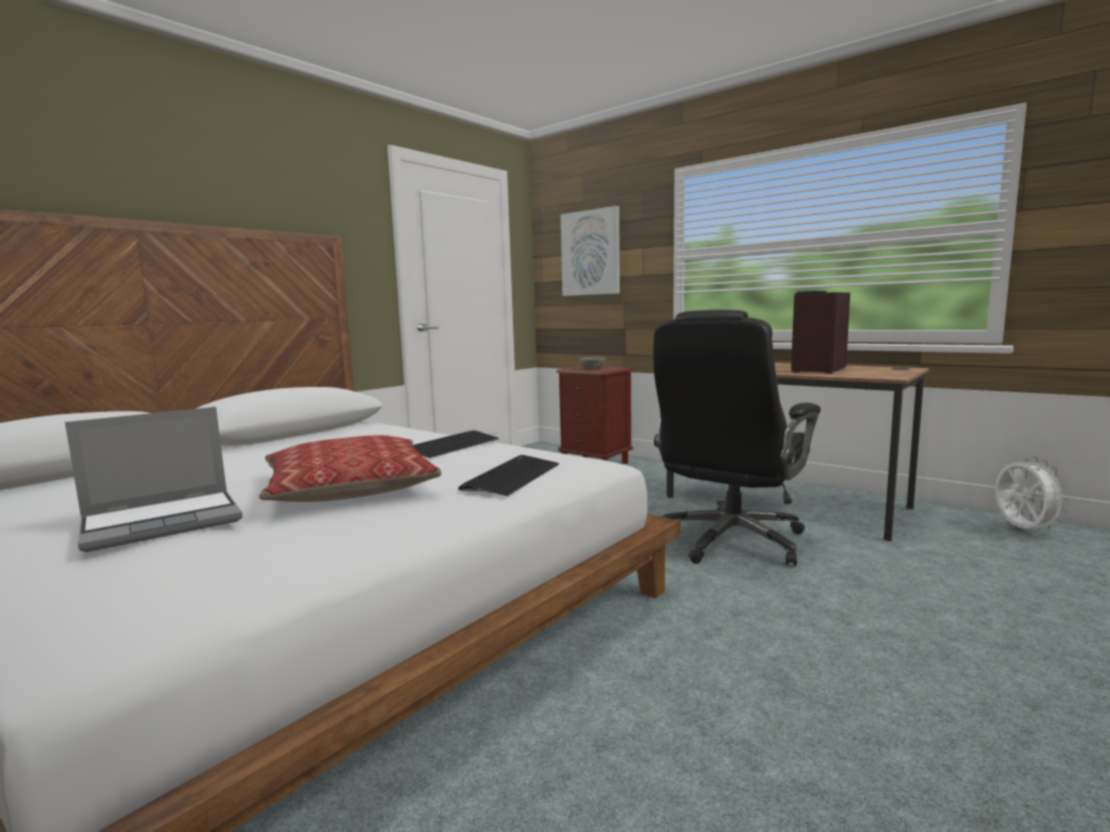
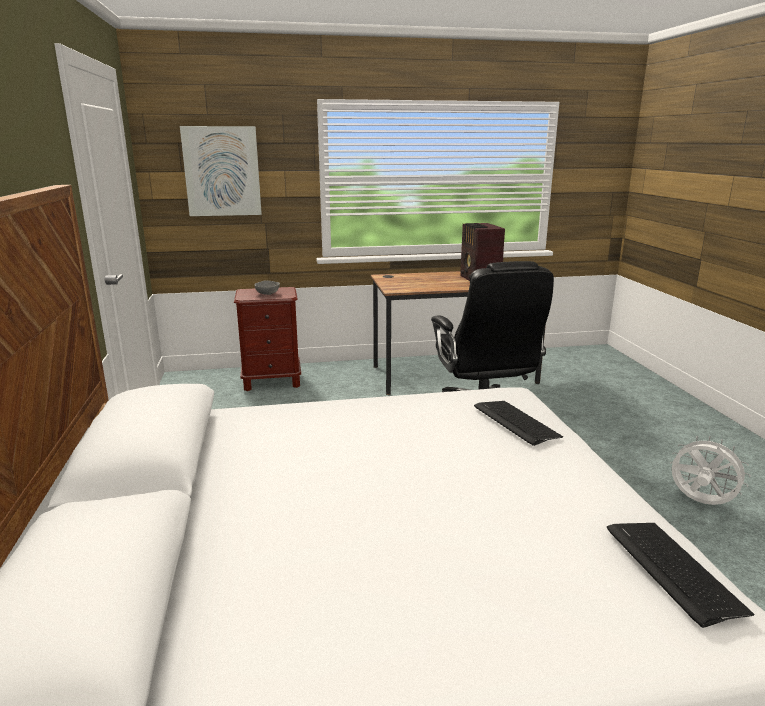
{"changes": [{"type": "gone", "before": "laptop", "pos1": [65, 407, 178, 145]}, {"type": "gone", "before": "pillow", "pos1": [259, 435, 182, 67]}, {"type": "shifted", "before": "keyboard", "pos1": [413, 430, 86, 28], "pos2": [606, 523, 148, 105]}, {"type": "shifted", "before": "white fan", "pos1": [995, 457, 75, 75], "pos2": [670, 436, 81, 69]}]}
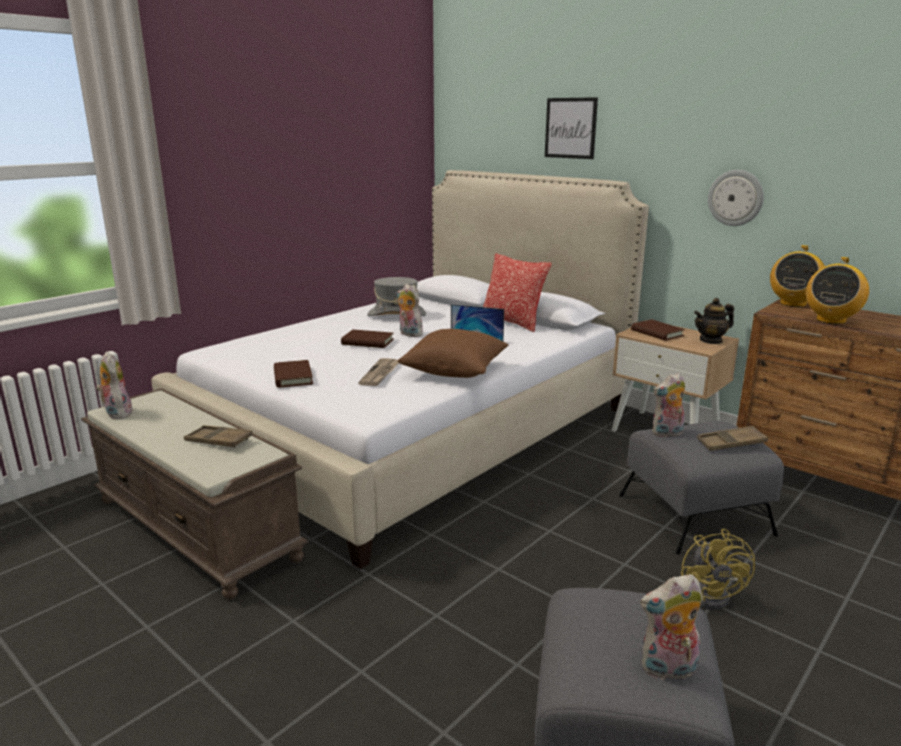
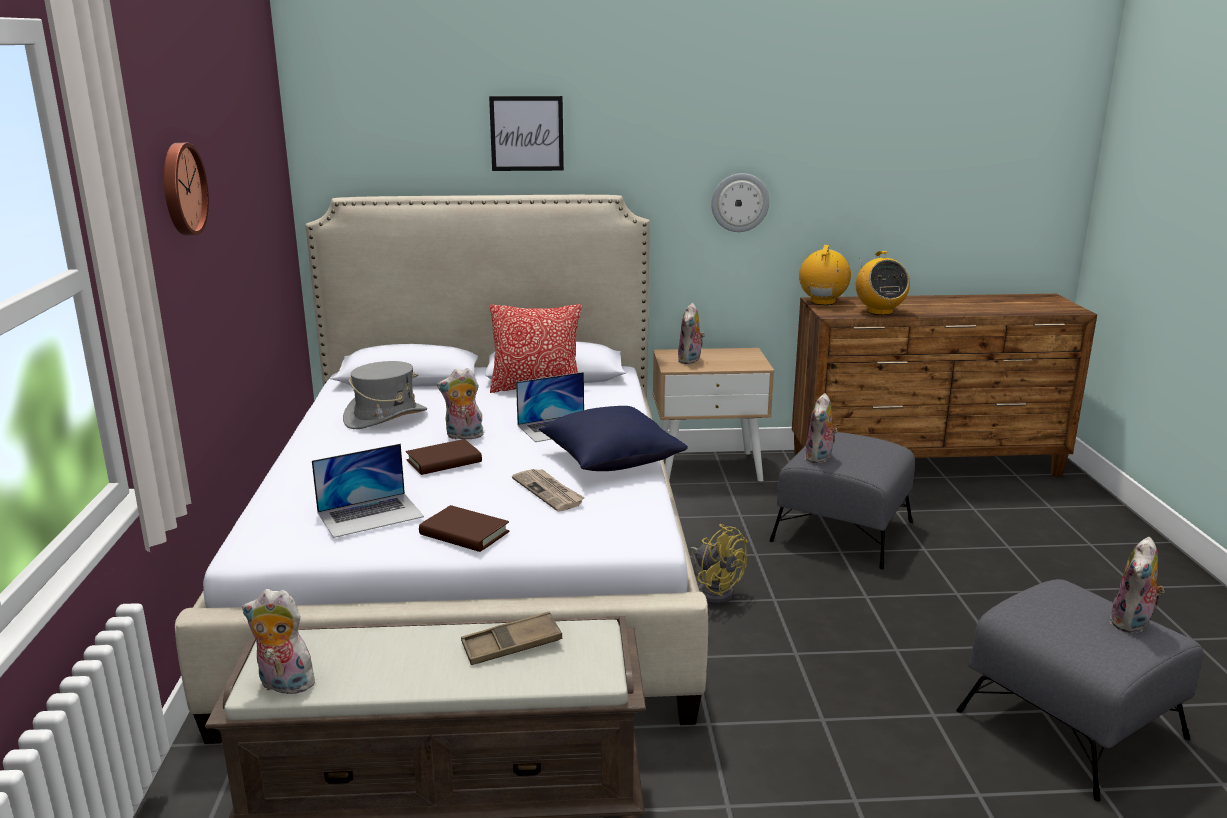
{"changes": [{"type": "repainted", "before": "brown pillow", "after": "blue pillow", "pos1": [398, 329, 111, 49], "pos2": [539, 406, 149, 65]}, {"type": "swapped", "before": "brown book", "after": "plush toy", "pos1": [631, 319, 54, 22], "pos2": [678, 303, 27, 61]}, {"type": "shifted", "before": "yellow fan", "pos1": [681, 528, 74, 82], "pos2": [690, 524, 58, 80]}, {"type": "gone", "before": "teapot", "pos1": [694, 298, 40, 46]}, {"type": "gone", "before": "brown tray", "pos1": [697, 426, 71, 25]}, {"type": "rotated", "before": "radio", "pos1": [770, 245, 55, 62], "pos2": [799, 245, 52, 60], "turn": -150}, {"type": "new", "after": "wall clock", "pos2": [164, 143, 45, 92]}, {"type": "new", "after": "laptop", "pos2": [312, 443, 112, 95]}]}
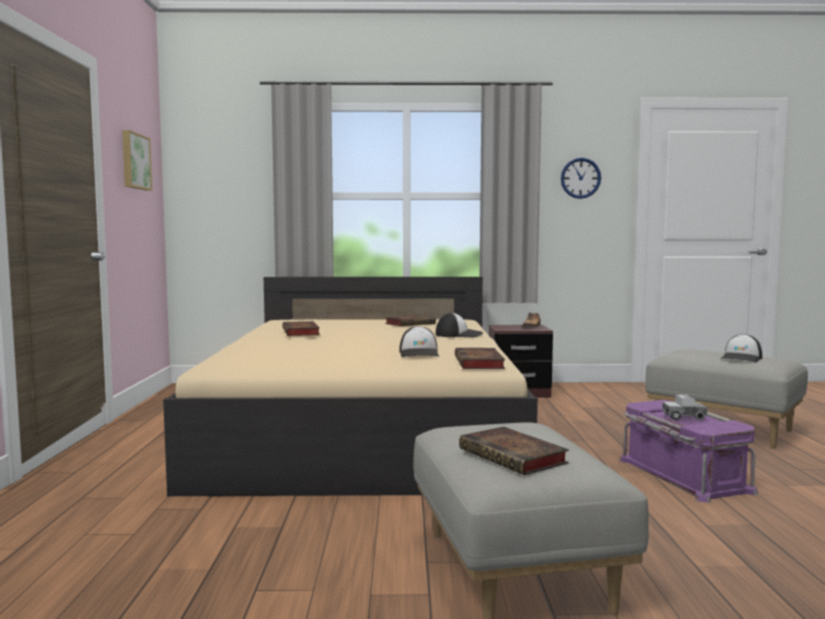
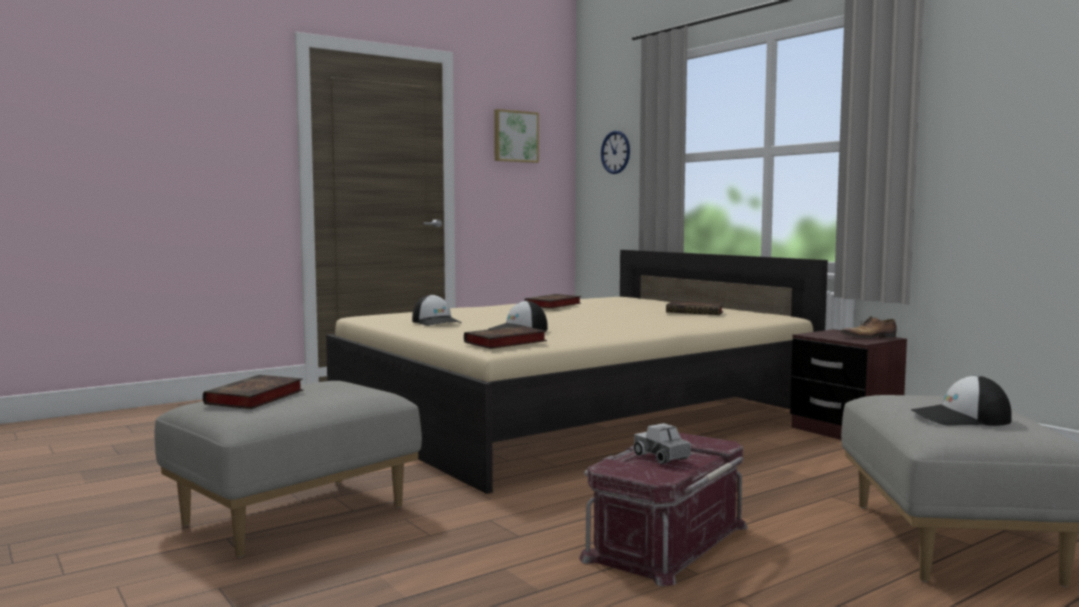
{"changes": [{"type": "shifted", "before": "cap", "pos1": [436, 313, 47, 24], "pos2": [412, 294, 50, 32]}, {"type": "shifted", "before": "wall clock", "pos1": [561, 158, 40, 41], "pos2": [601, 131, 29, 43]}, {"type": "repainted", "before": "purple storage box", "after": "red storage box", "pos1": [619, 400, 139, 103], "pos2": [579, 433, 169, 153]}]}
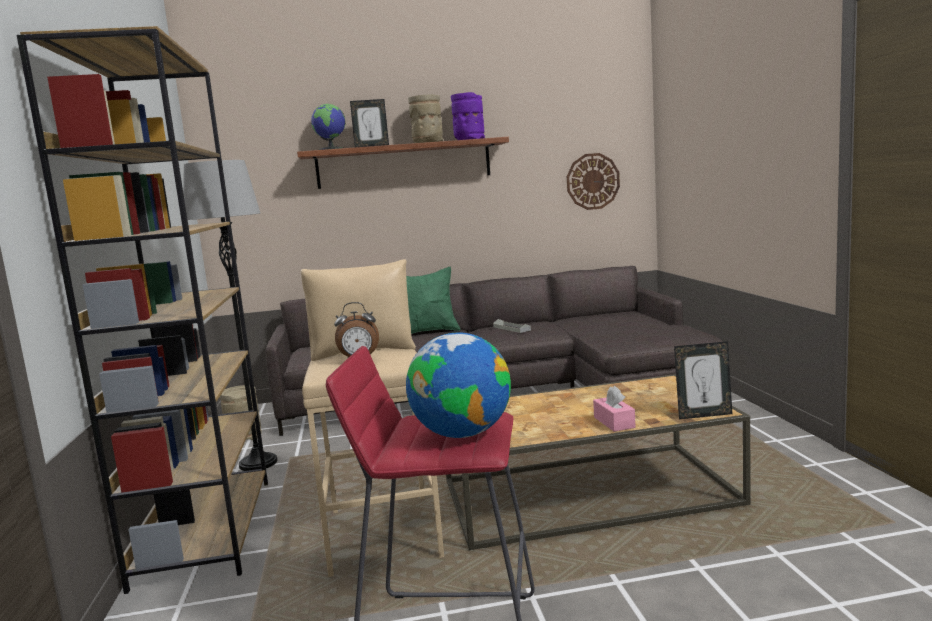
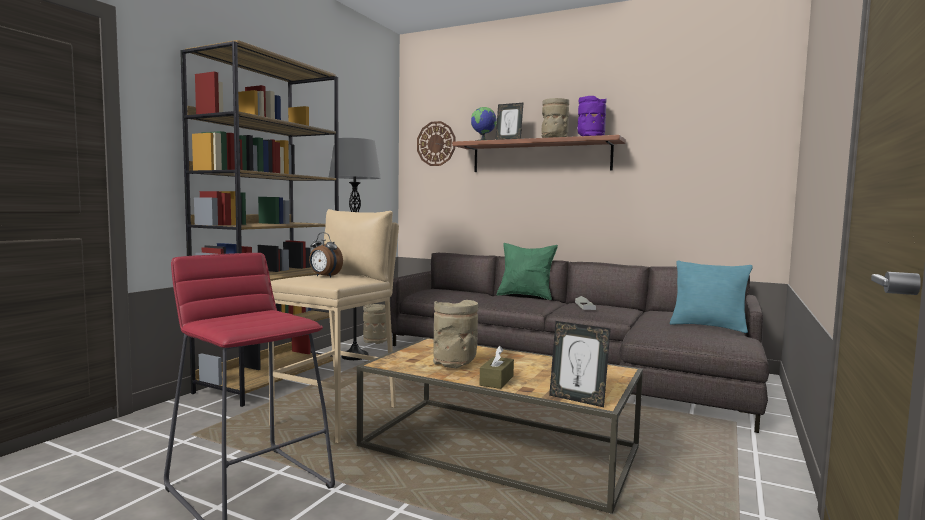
{"changes": [{"type": "gone", "before": "globe", "pos1": [406, 332, 105, 106]}, {"type": "shifted", "before": "wall clock", "pos1": [567, 153, 53, 57], "pos2": [417, 121, 38, 45]}, {"type": "repainted", "before": "pink tissue box", "after": "brown tissue box", "pos1": [593, 386, 43, 46], "pos2": [479, 346, 35, 43]}, {"type": "new", "after": "beige vase", "pos2": [433, 300, 45, 68]}, {"type": "new", "after": "turquoise pillow", "pos2": [670, 261, 83, 72]}]}
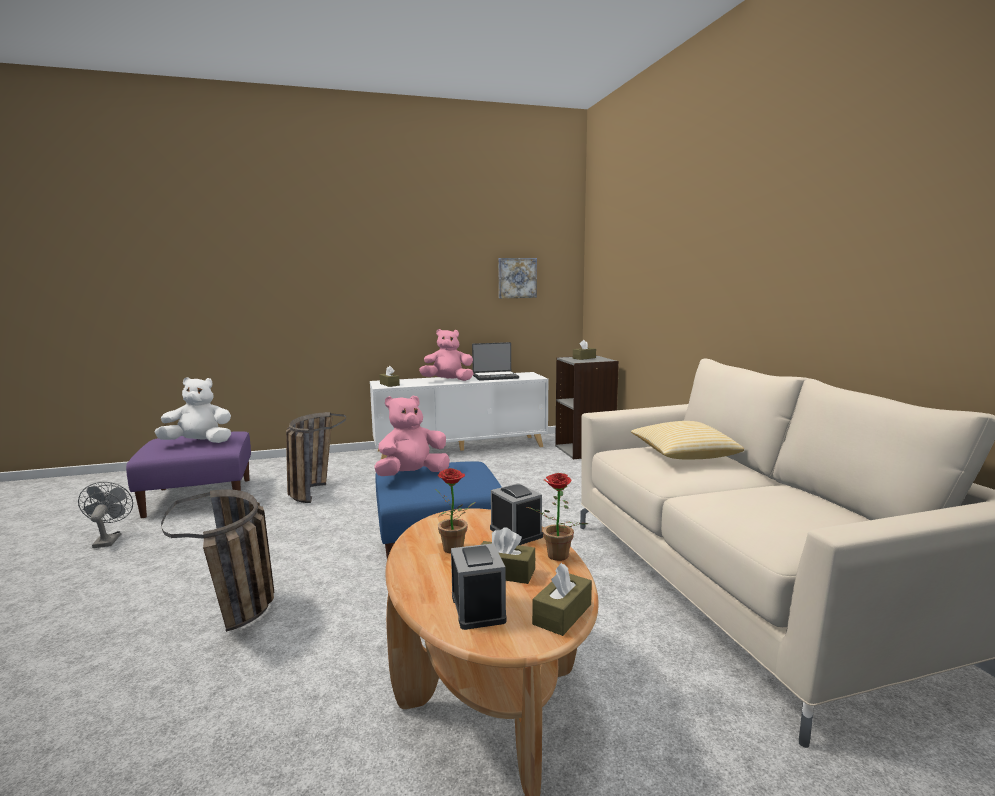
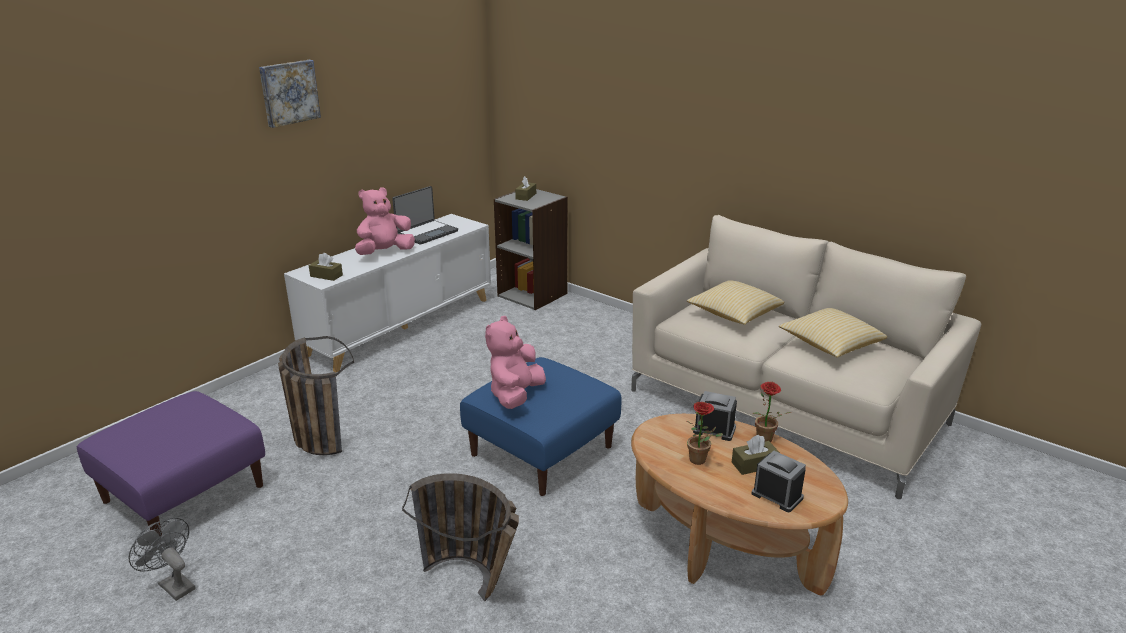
{"changes": [{"type": "gone", "before": "white plush toy", "pos1": [154, 377, 77, 66]}, {"type": "shifted", "before": "picture", "pos1": [498, 258, 39, 40], "pos2": [259, 60, 62, 68]}, {"type": "gone", "before": "brown tissue box", "pos1": [532, 563, 60, 73]}, {"type": "new", "after": "pillow", "pos2": [779, 308, 108, 50]}]}
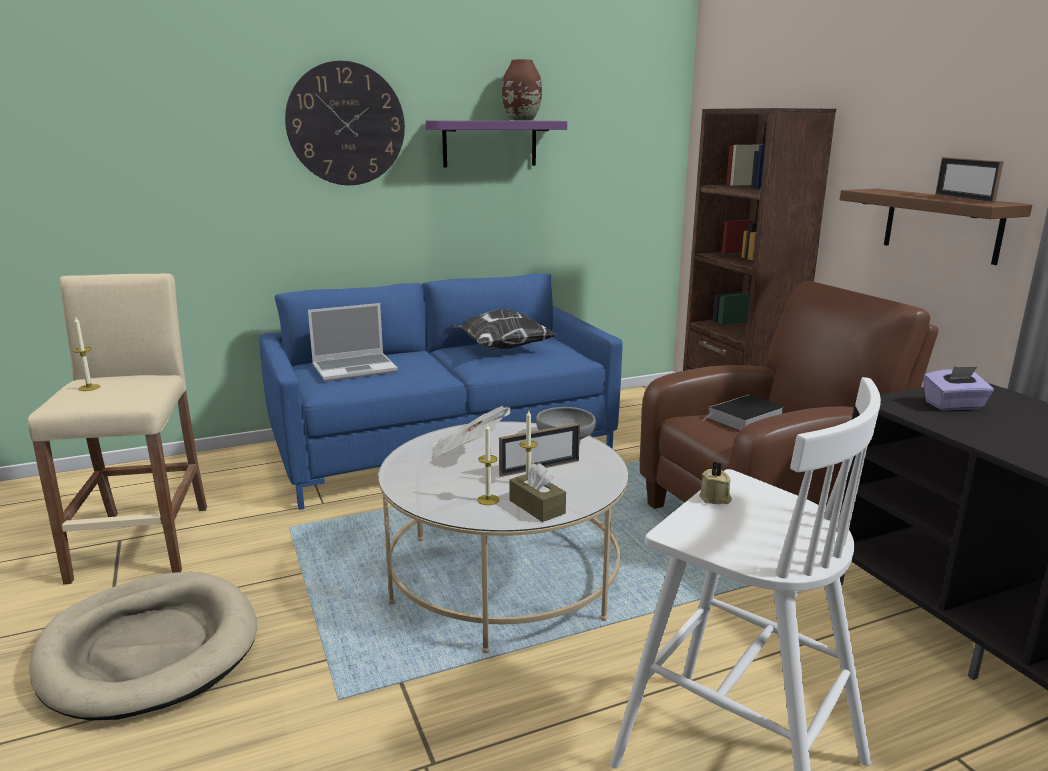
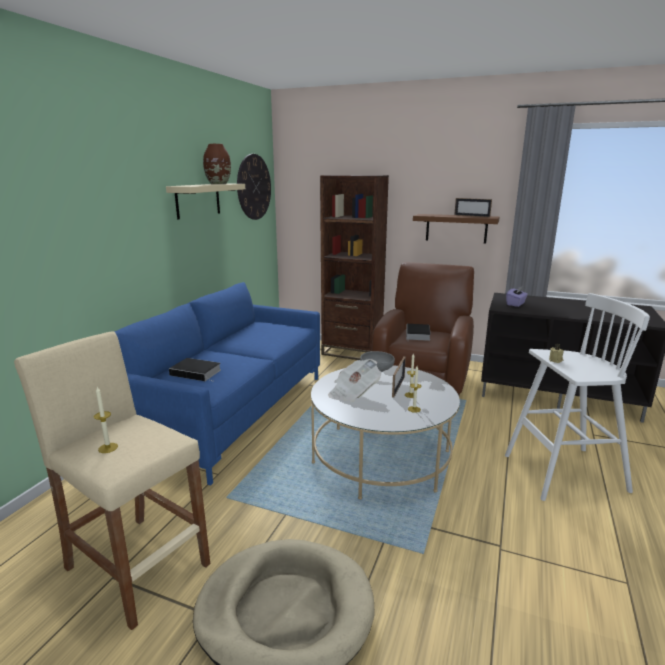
{"changes": [{"type": "shifted", "before": "wall clock", "pos1": [285, 61, 120, 124], "pos2": [237, 154, 34, 66]}, {"type": "swapped", "before": "laptop", "after": "book", "pos1": [308, 303, 90, 79], "pos2": [169, 358, 52, 23]}, {"type": "repainted", "before": "purple shelf", "after": "beige shelf", "pos1": [426, 121, 141, 47], "pos2": [166, 184, 79, 35]}, {"type": "gone", "before": "pillow", "pos1": [449, 309, 108, 40]}, {"type": "gone", "before": "brown tissue box", "pos1": [509, 463, 57, 59]}]}
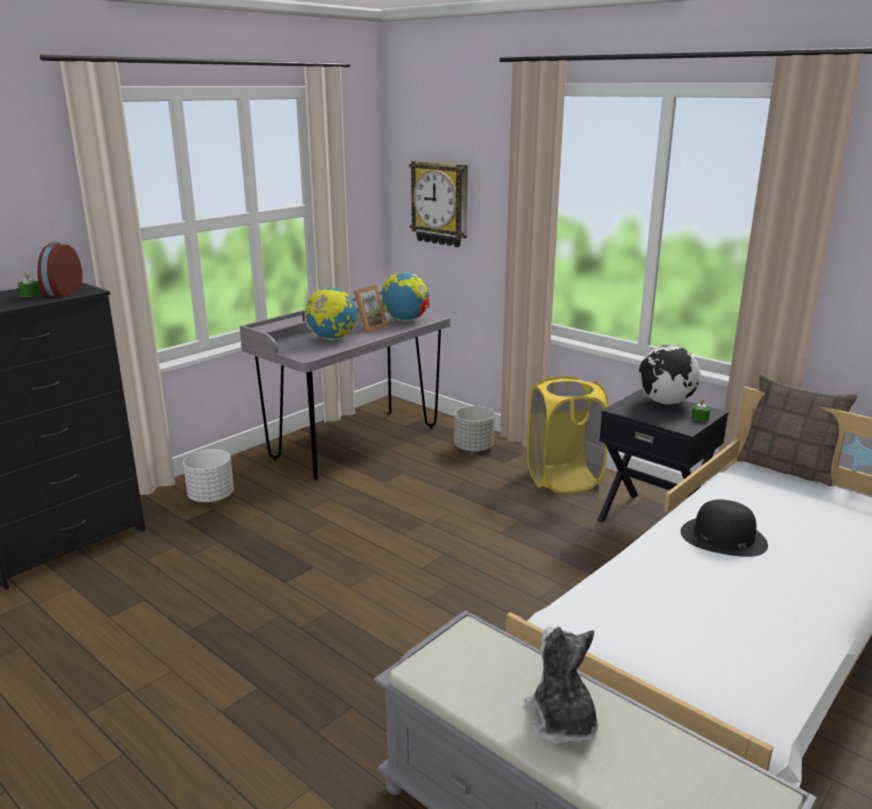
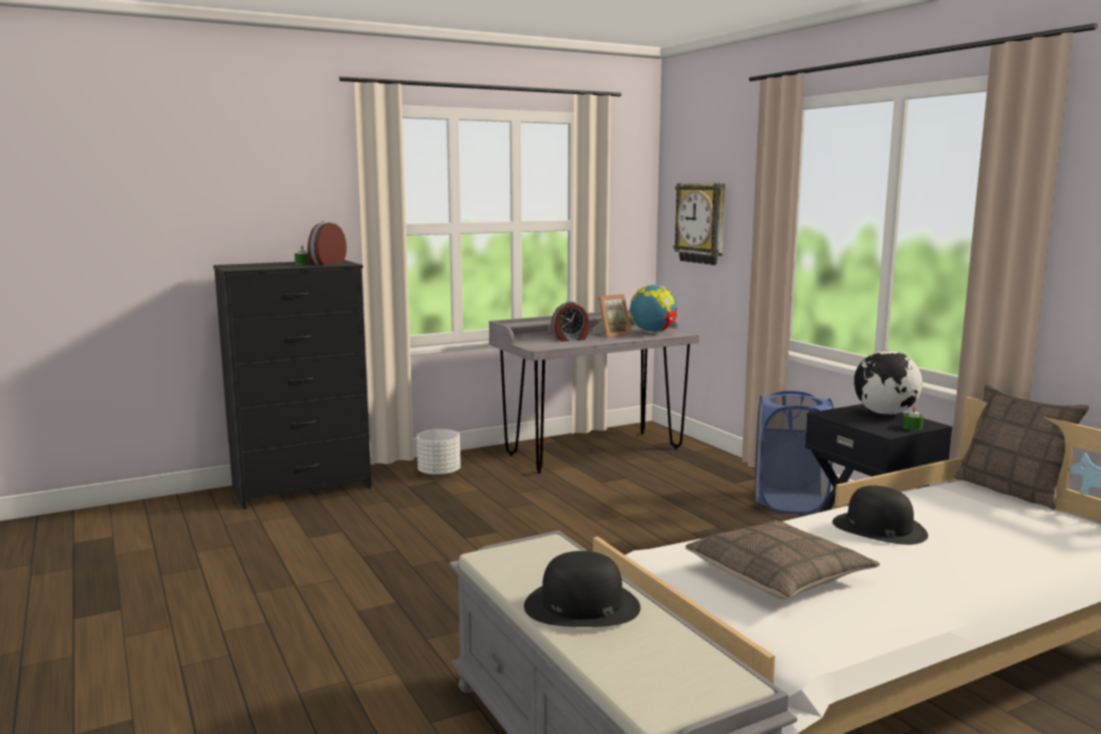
{"changes": [{"type": "swapped", "before": "globe", "after": "alarm clock", "pos1": [302, 287, 55, 53], "pos2": [551, 302, 39, 40]}, {"type": "gone", "before": "grey planter", "pos1": [454, 406, 41, 46]}, {"type": "swapped", "before": "plush toy", "after": "black hat", "pos1": [524, 627, 74, 119], "pos2": [524, 551, 117, 76]}, {"type": "repainted", "before": "yellow laundry basket", "after": "blue laundry basket", "pos1": [527, 376, 82, 117], "pos2": [755, 391, 79, 123]}, {"type": "new", "after": "pillow", "pos2": [685, 520, 195, 80]}]}
